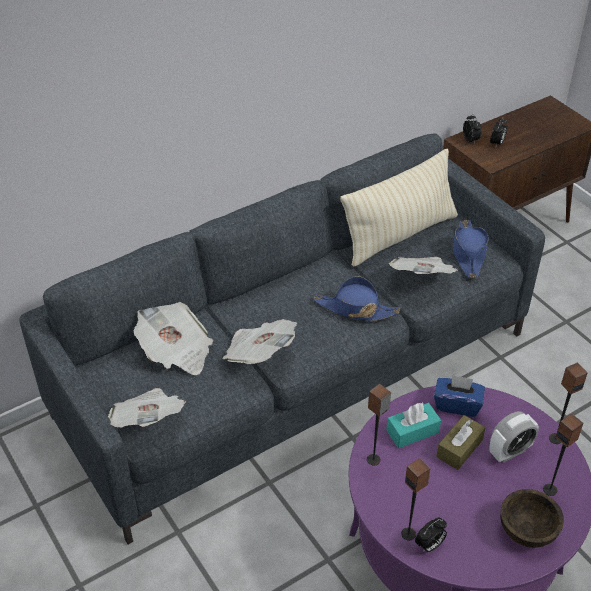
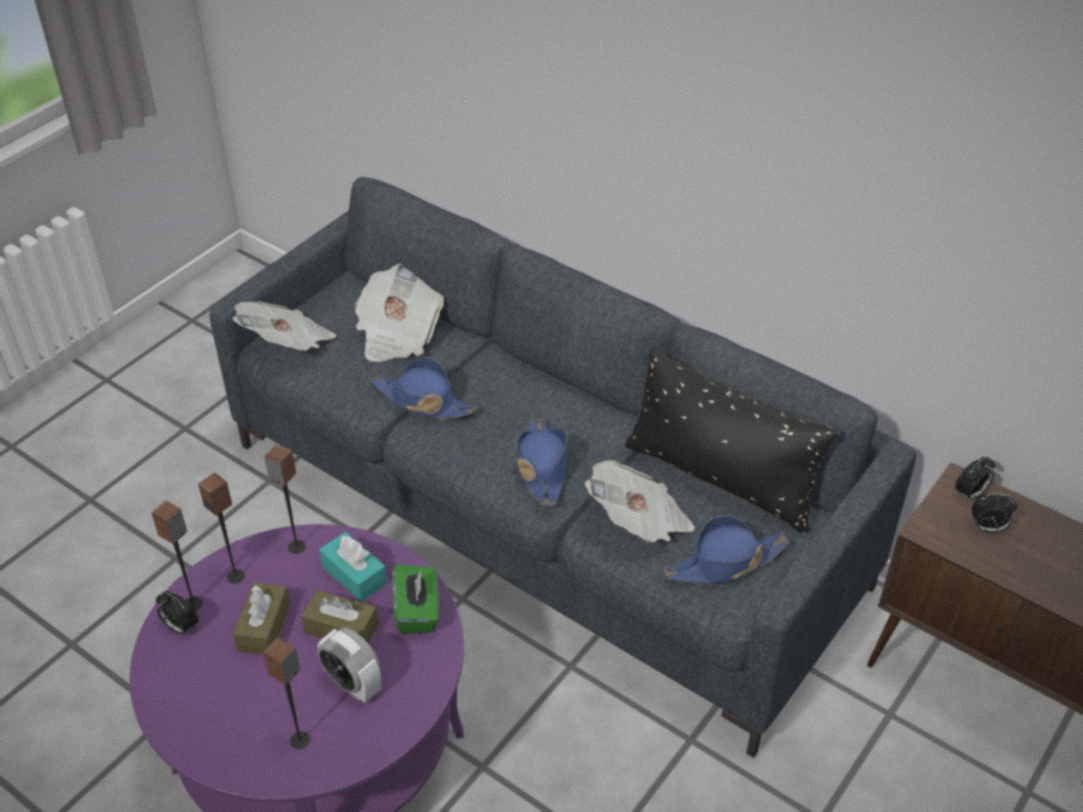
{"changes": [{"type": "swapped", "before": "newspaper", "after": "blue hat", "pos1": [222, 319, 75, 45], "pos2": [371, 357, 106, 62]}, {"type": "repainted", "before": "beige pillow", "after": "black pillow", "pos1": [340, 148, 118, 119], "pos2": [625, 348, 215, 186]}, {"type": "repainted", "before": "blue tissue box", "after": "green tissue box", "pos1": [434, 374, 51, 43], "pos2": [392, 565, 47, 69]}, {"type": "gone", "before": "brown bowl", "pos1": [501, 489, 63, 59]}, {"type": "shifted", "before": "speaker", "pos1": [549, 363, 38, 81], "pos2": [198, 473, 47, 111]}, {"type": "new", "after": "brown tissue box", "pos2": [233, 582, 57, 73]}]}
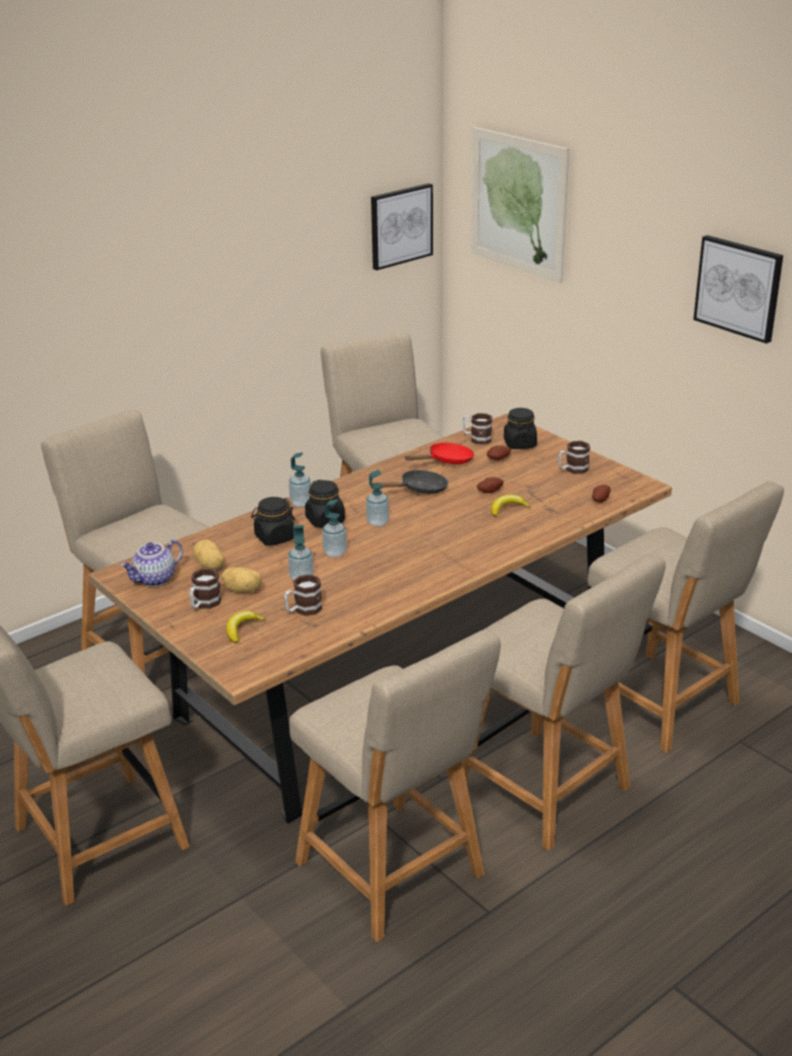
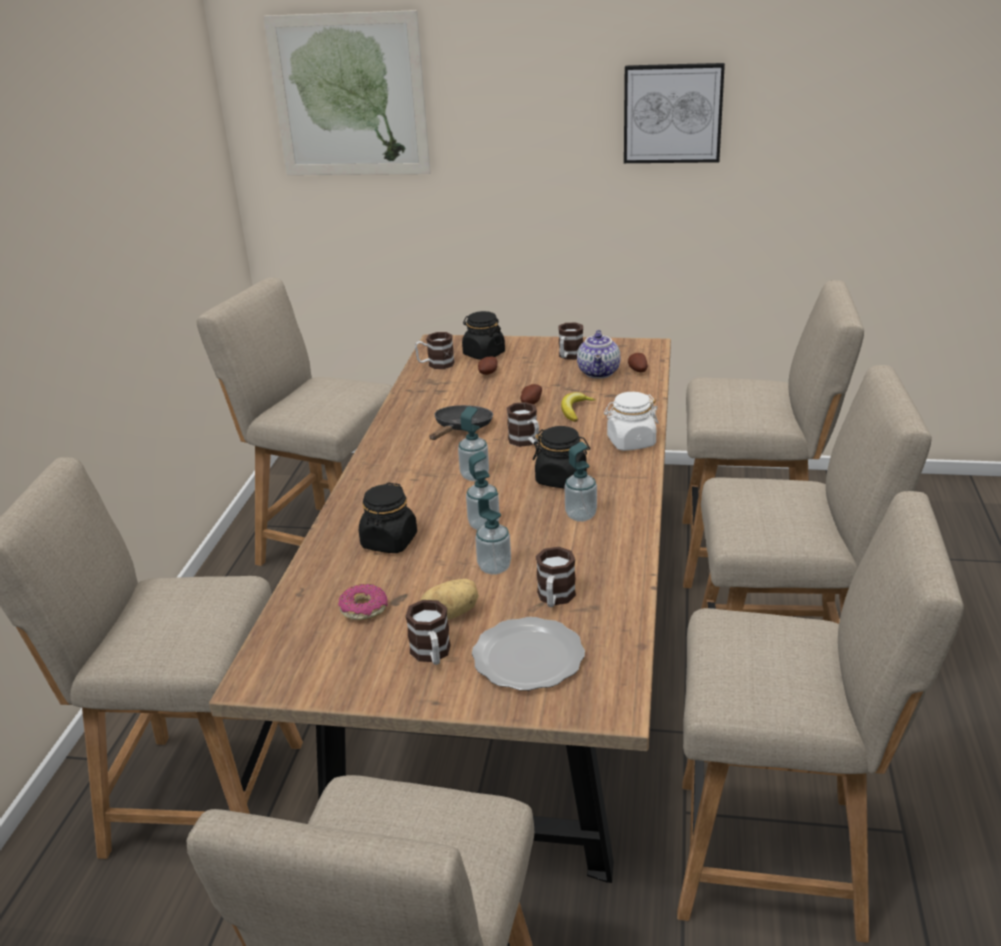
{"changes": [{"type": "shifted", "before": "teapot", "pos1": [120, 540, 63, 47], "pos2": [577, 330, 43, 49]}, {"type": "swapped", "before": "potato", "after": "donut", "pos1": [193, 539, 31, 30], "pos2": [338, 584, 50, 36]}, {"type": "swapped", "before": "banana", "after": "plate", "pos1": [226, 611, 40, 33], "pos2": [472, 617, 113, 74]}, {"type": "shifted", "before": "soap dispenser", "pos1": [289, 453, 22, 54], "pos2": [565, 442, 32, 80]}, {"type": "shifted", "before": "black jar", "pos1": [305, 480, 40, 48], "pos2": [533, 426, 57, 62]}, {"type": "gone", "before": "picture", "pos1": [371, 183, 62, 87]}, {"type": "gone", "before": "red frying pan", "pos1": [404, 443, 70, 21]}, {"type": "new", "after": "mug", "pos2": [507, 402, 32, 45]}, {"type": "new", "after": "white jar", "pos2": [604, 392, 54, 59]}]}
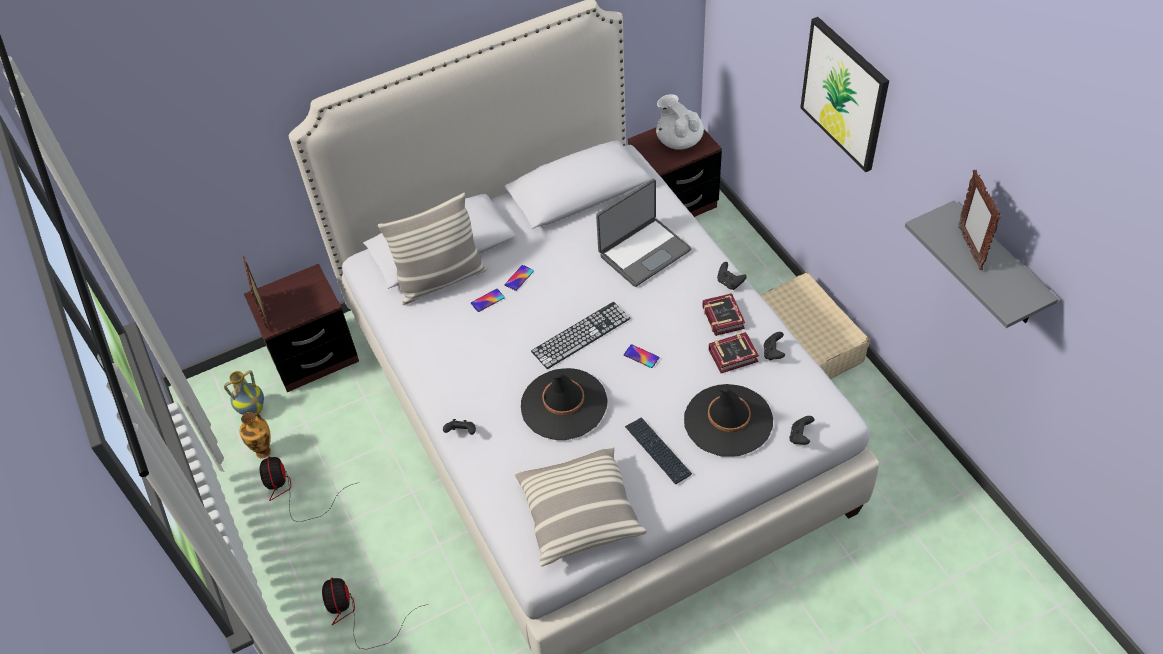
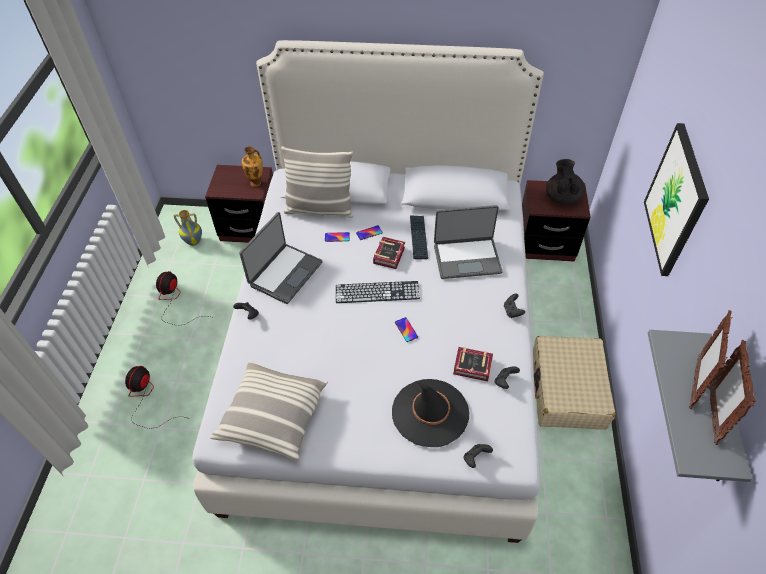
{"changes": [{"type": "shifted", "before": "vase", "pos1": [239, 412, 32, 46], "pos2": [242, 146, 21, 41]}, {"type": "shifted", "before": "picture frame", "pos1": [243, 256, 26, 76], "pos2": [709, 340, 47, 105]}, {"type": "gone", "before": "black hat", "pos1": [521, 368, 86, 72]}, {"type": "shifted", "before": "keyboard", "pos1": [625, 417, 67, 67], "pos2": [410, 215, 18, 44]}, {"type": "repainted", "before": "white teapot", "after": "black teapot", "pos1": [656, 94, 48, 56], "pos2": [546, 159, 39, 46]}, {"type": "shifted", "before": "book", "pos1": [702, 293, 43, 43], "pos2": [373, 237, 32, 32]}, {"type": "new", "after": "laptop", "pos2": [239, 212, 84, 92]}]}
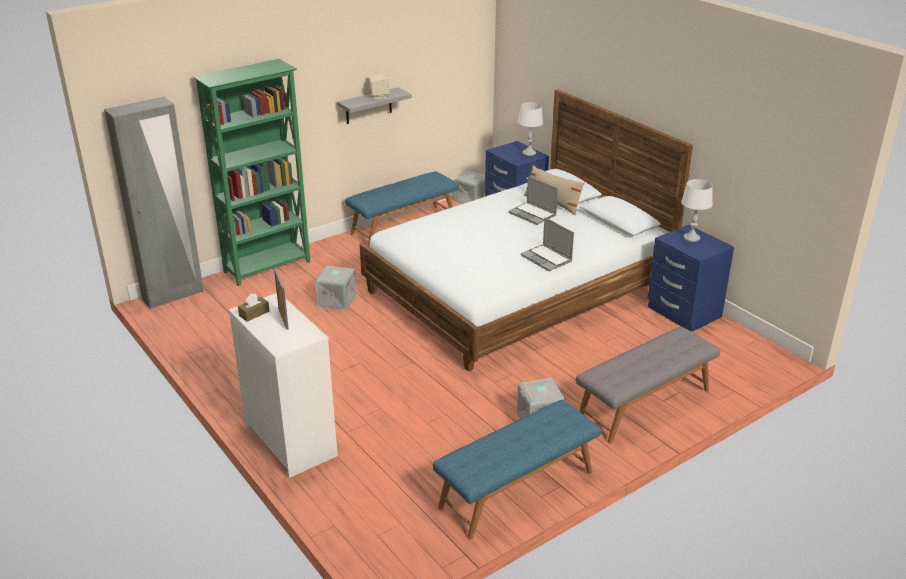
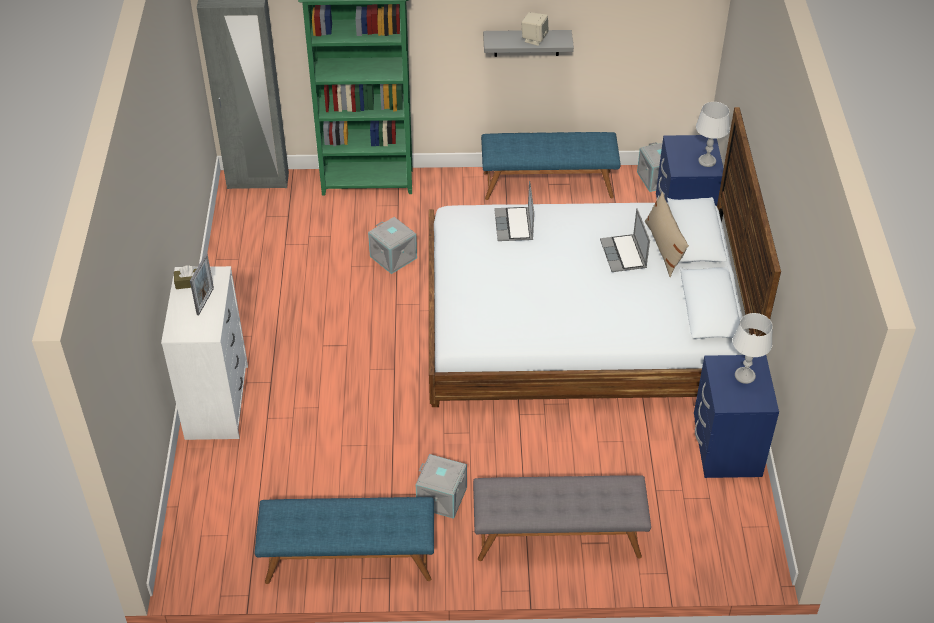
{"changes": [{"type": "shifted", "before": "laptop", "pos1": [521, 217, 53, 54], "pos2": [494, 181, 40, 60]}]}
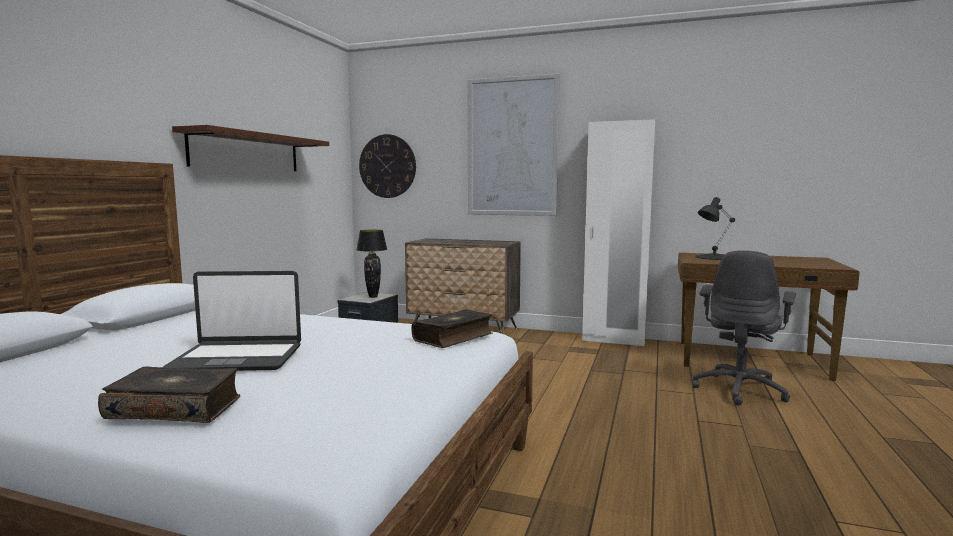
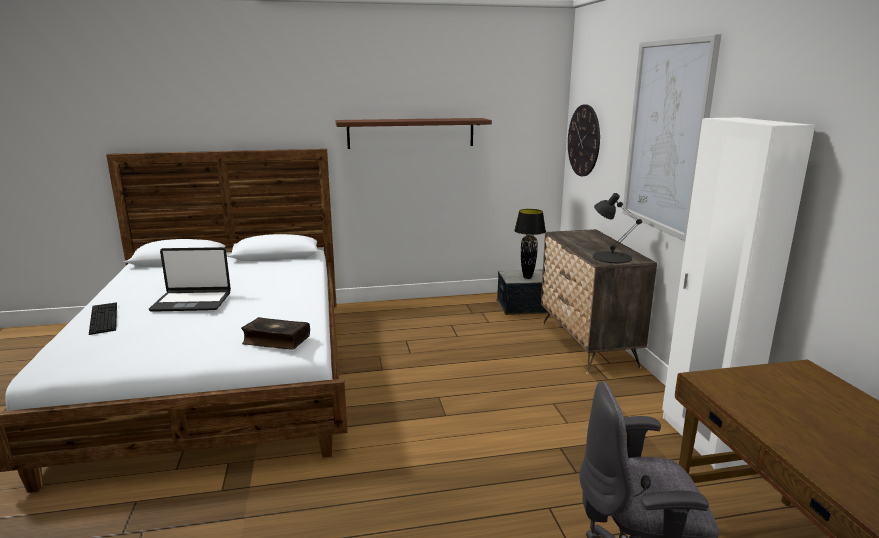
{"changes": [{"type": "swapped", "before": "book", "after": "keyboard", "pos1": [98, 367, 142, 56], "pos2": [89, 303, 28, 32]}, {"type": "rotated", "before": "laptop", "pos1": [163, 271, 138, 100], "pos2": [149, 247, 82, 65], "turn": -60}, {"type": "shifted", "before": "black table lamp", "pos1": [695, 197, 40, 63], "pos2": [593, 193, 49, 70]}]}
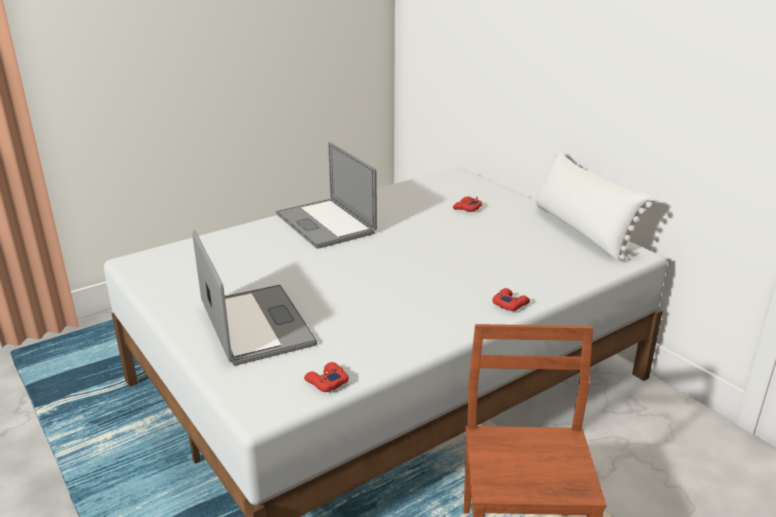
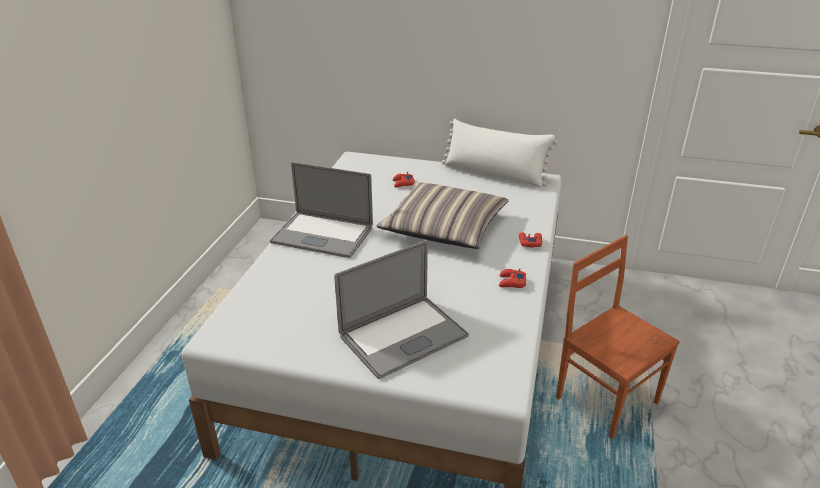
{"changes": [{"type": "rotated", "before": "laptop", "pos1": [192, 230, 125, 136], "pos2": [334, 240, 135, 139], "turn": 120}, {"type": "shifted", "before": "red game controller", "pos1": [304, 362, 45, 30], "pos2": [499, 268, 27, 20]}, {"type": "new", "after": "pillow", "pos2": [376, 182, 133, 67]}]}
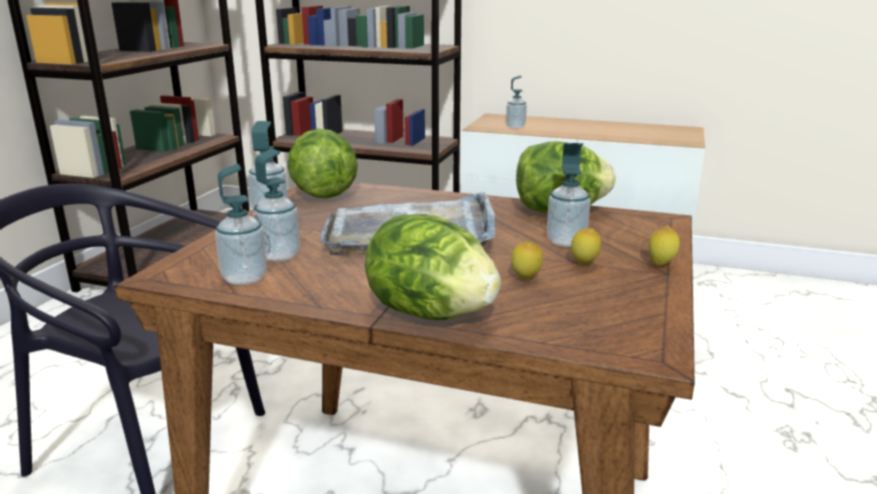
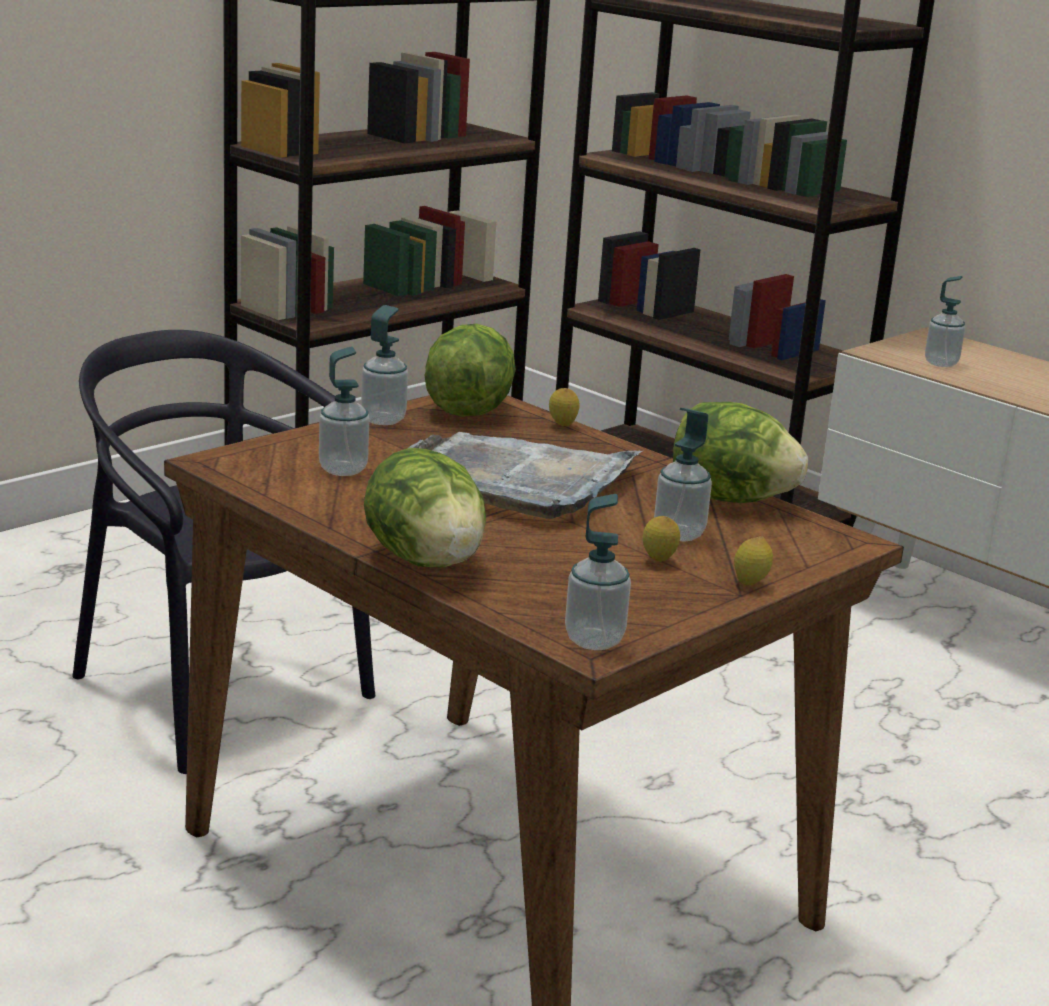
{"changes": [{"type": "shifted", "before": "soap dispenser", "pos1": [215, 164, 52, 121], "pos2": [565, 494, 66, 156]}, {"type": "shifted", "before": "lemon", "pos1": [511, 241, 32, 39], "pos2": [549, 388, 30, 38]}]}
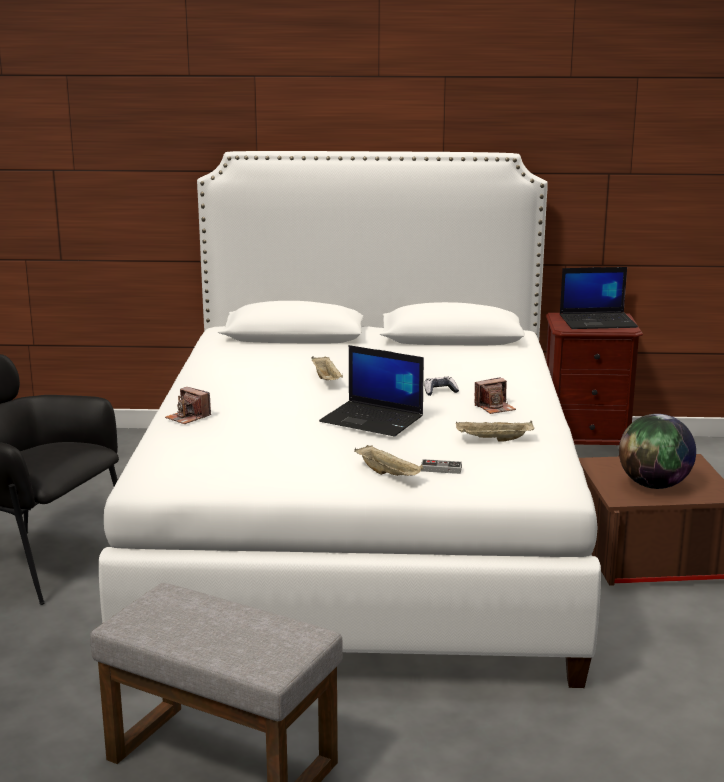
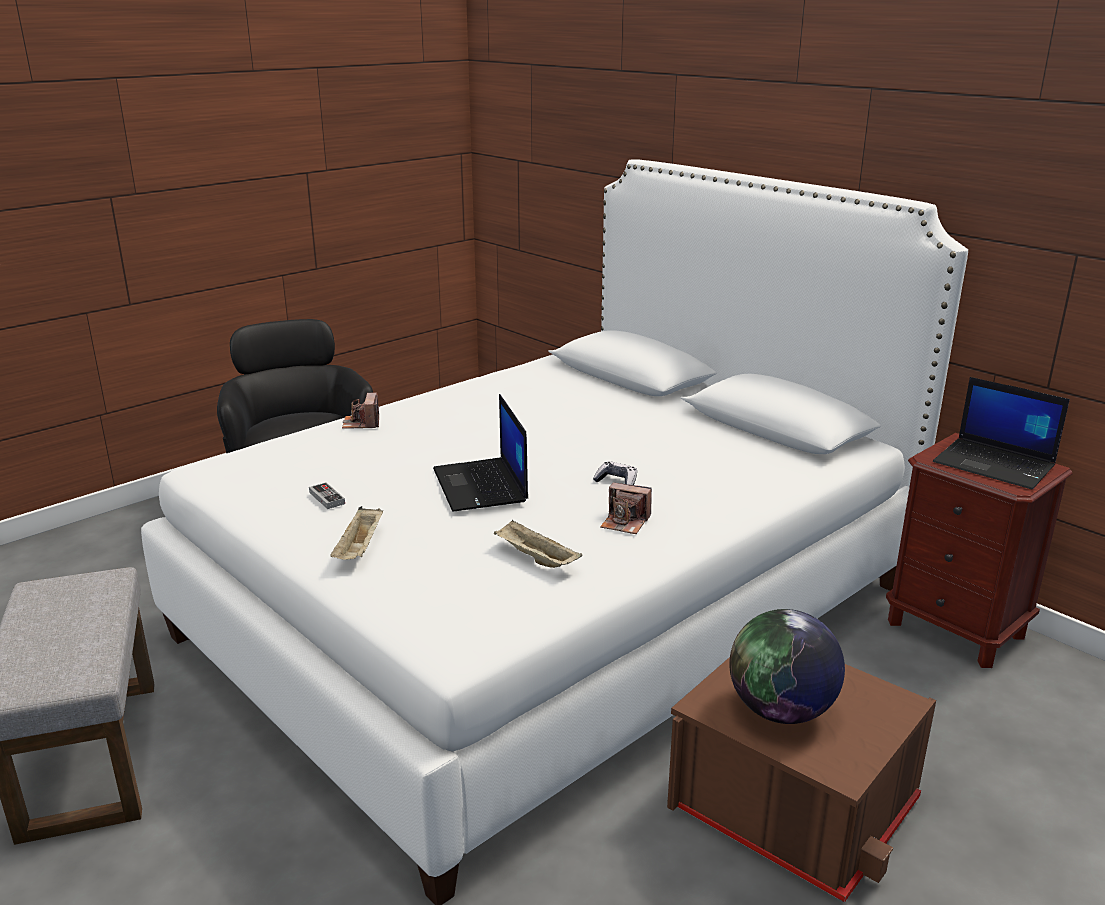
{"changes": [{"type": "gone", "before": "beige tray", "pos1": [311, 356, 32, 24]}, {"type": "shifted", "before": "game controller", "pos1": [421, 459, 41, 15], "pos2": [309, 482, 36, 27]}]}
